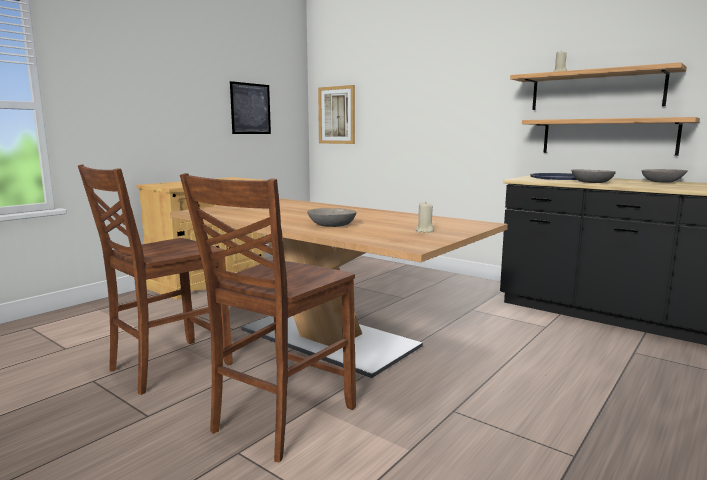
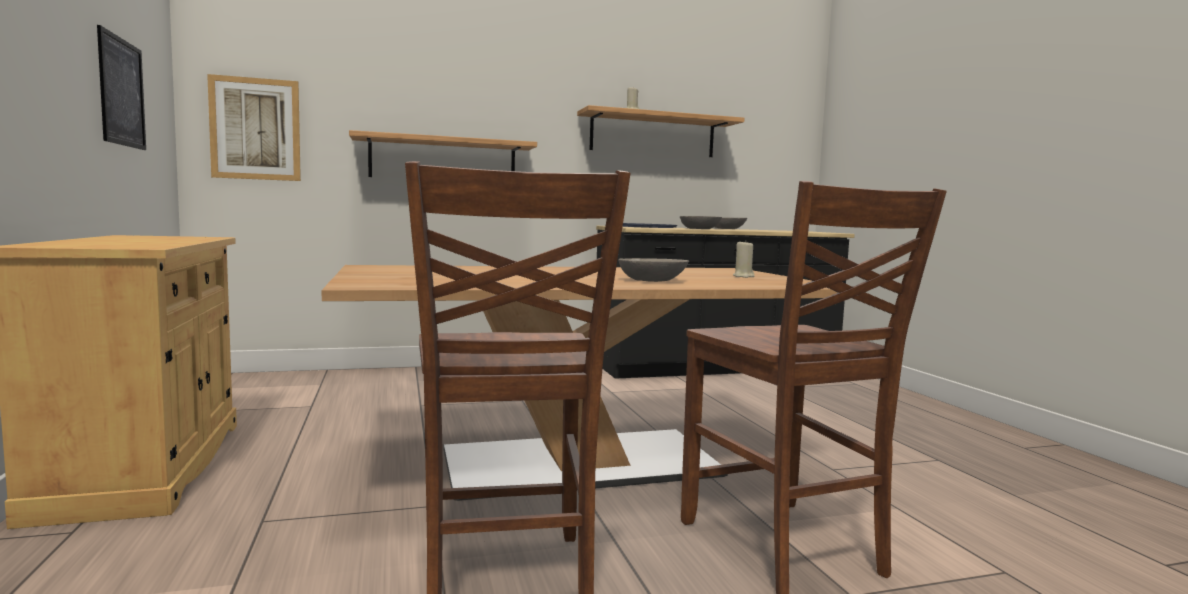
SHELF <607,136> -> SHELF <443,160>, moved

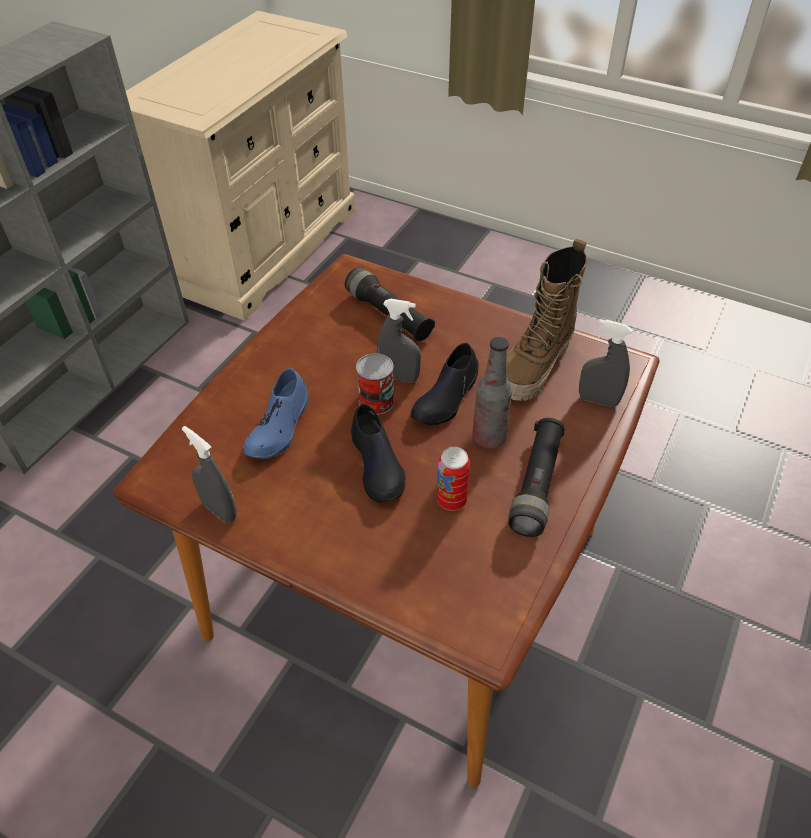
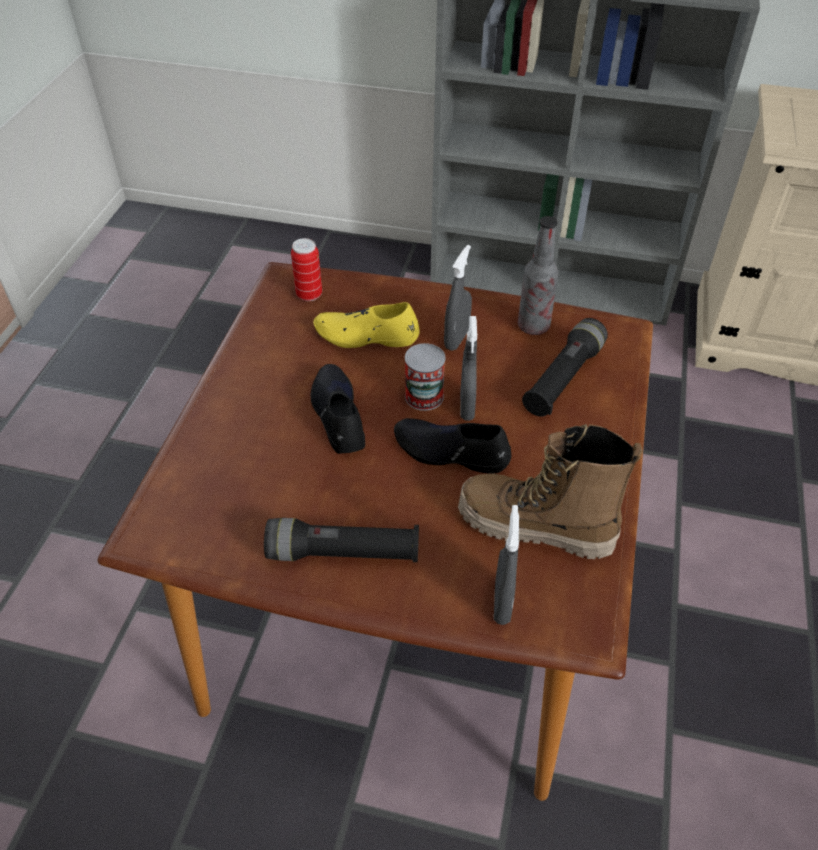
CAN <451,500> -> CAN <309,295>, moved
BLACK SHOE <377,464> -> BLACK SHOE <338,415>, 105 degrees clockwise
BLUE SHOE <279,426> -> YELLOW SHOE <366,335>
GREY SPRAY BOTTLE <219,510> -> GREY SPRAY BOTTLE <456,339>, moved
BOTTLE <488,438> -> BOTTLE <533,326>, moved

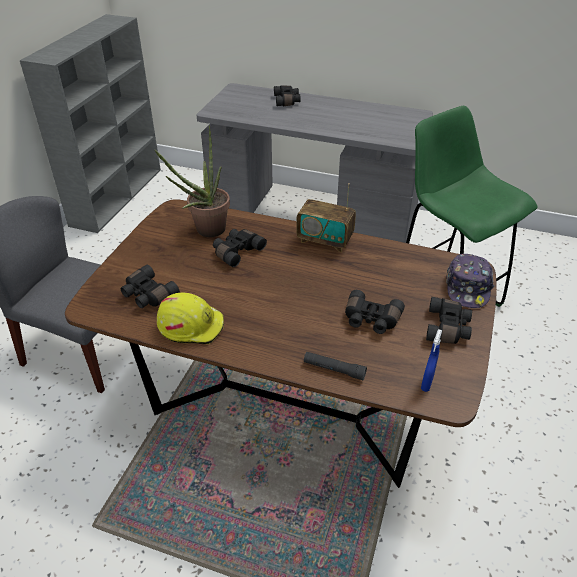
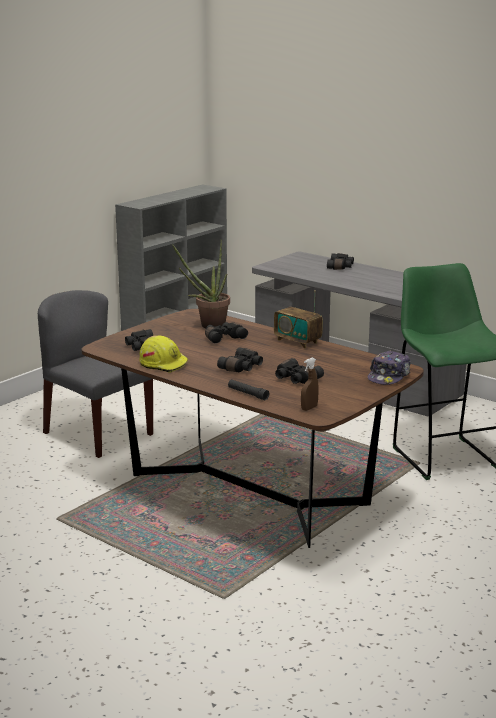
BLACK BINOCULARS <448,328> -> BLACK BINOCULARS <242,367>, moved
BLUE SPRAY BOTTLE <427,383> -> BROWN SPRAY BOTTLE <309,408>

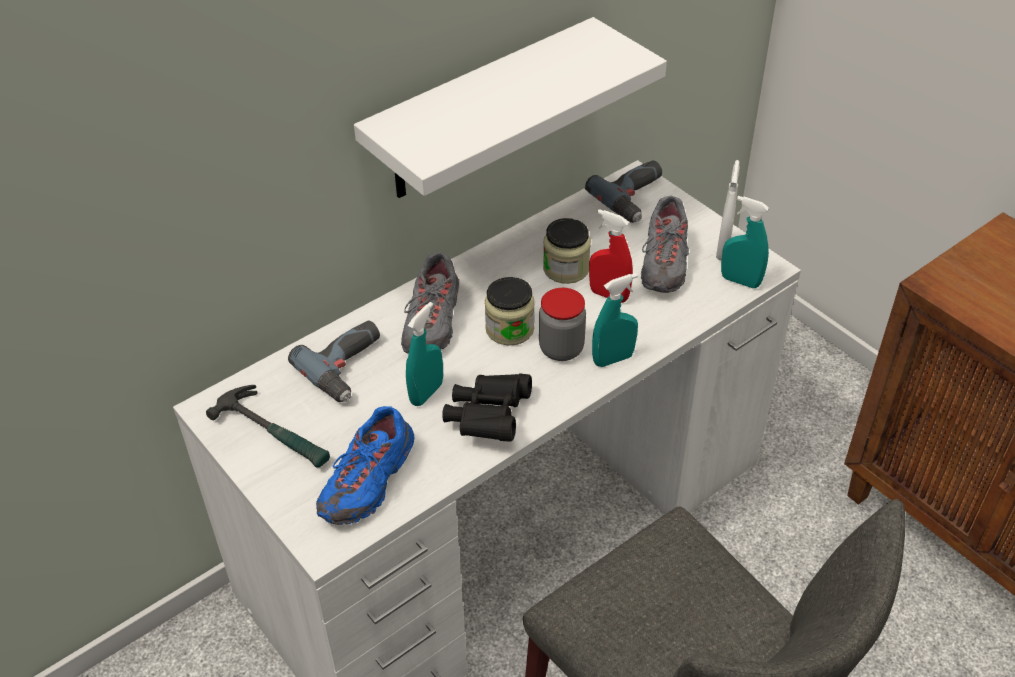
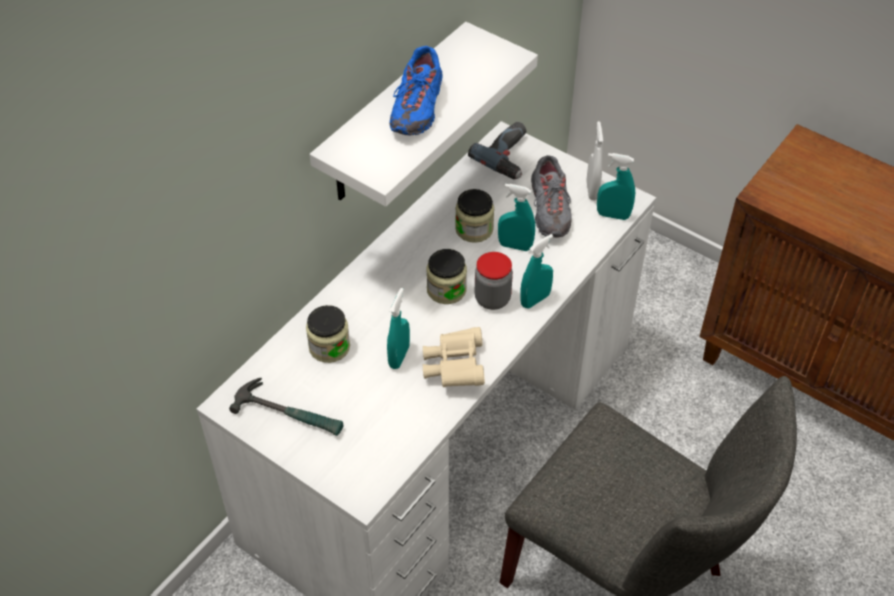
POWER DRILL <349,367> -> JAR <329,347>
BLUE SHOE <369,481> -> BLUE SHOE <417,108>, moved
BLACK BINOCULARS <488,418> -> BEIGE BINOCULARS <454,367>
RED SPRAY BOTTLE <609,295> -> TURQUOISE SPRAY BOTTLE <515,246>
GREY SHOE <432,322> -> none

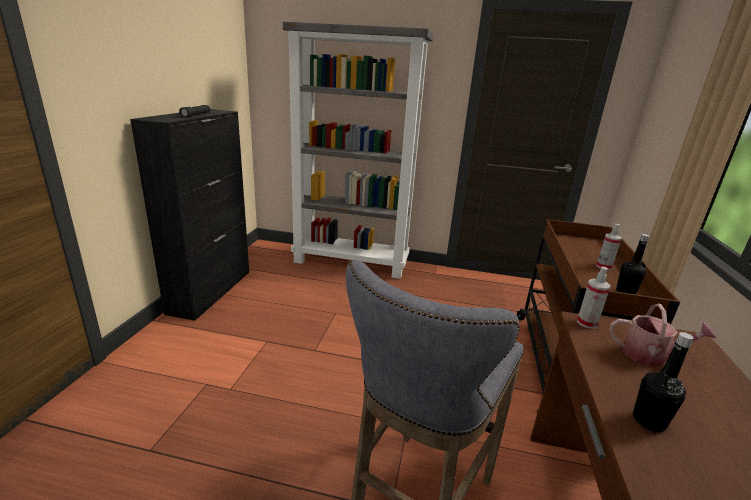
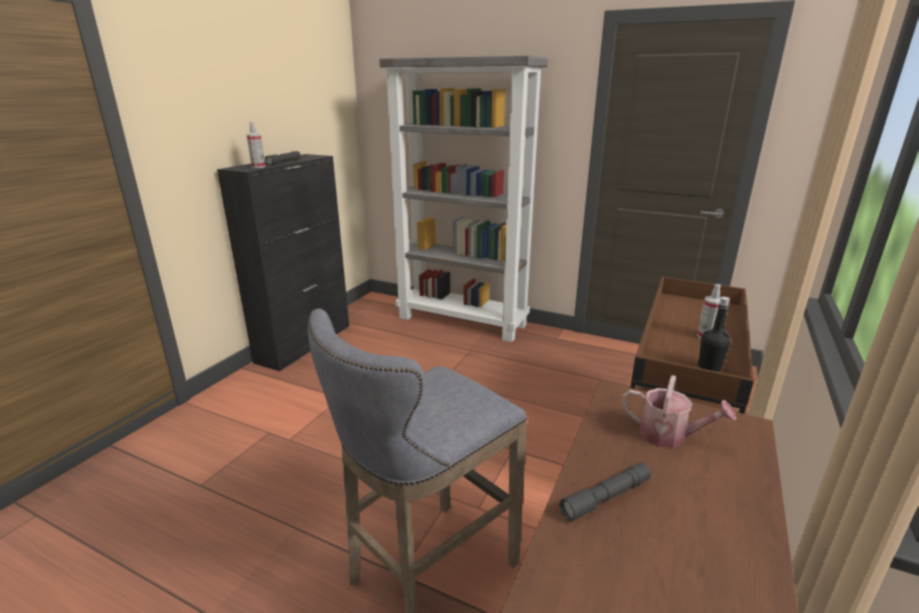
SPRAY BOTTLE <586,323> -> SPRAY BOTTLE <258,167>, moved
BLACK BOTTLE <648,421> -> GREY FLASHLIGHT <606,497>

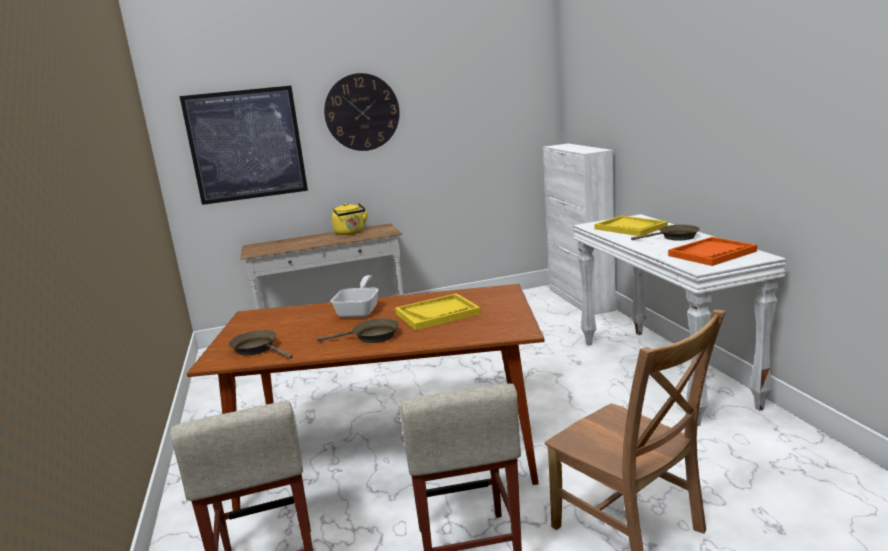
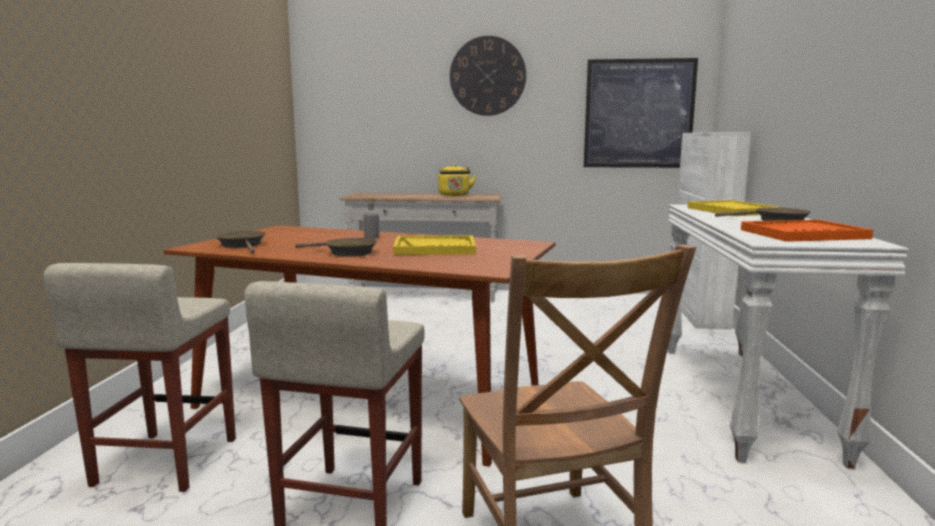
FRYING PAN <360,310> -> GREY BOTTLE <371,237>
PICTURE <246,145> -> PICTURE <638,114>, moved

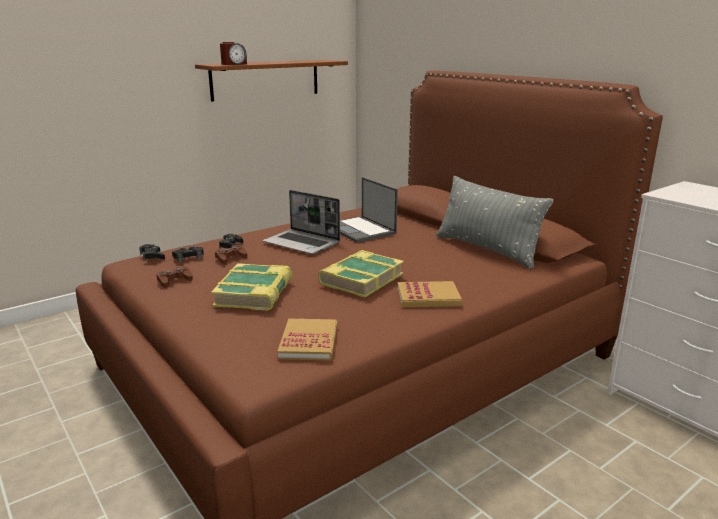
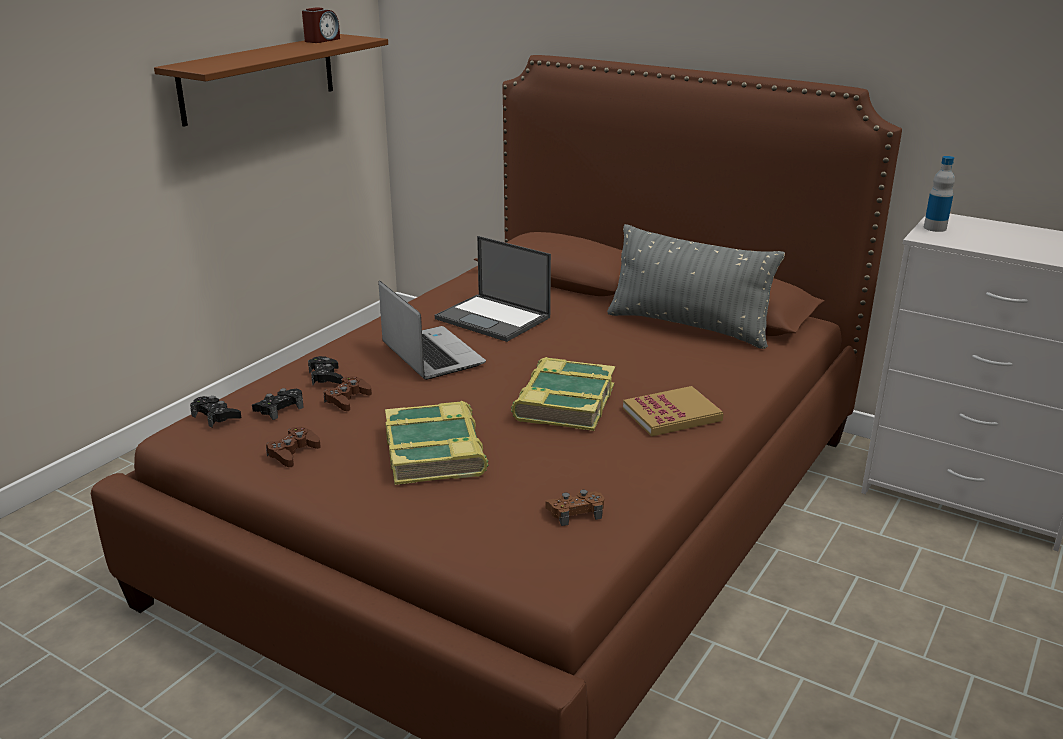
ALARM CLOCK <233,64> -> ALARM CLOCK <322,40>, moved
LAPTOP <303,243> -> LAPTOP <430,355>, 135 degrees counterclockwise
BOOK <309,342> -> BROWN GAME CONTROLLER <575,512>
none -> BOTTLE <935,228>

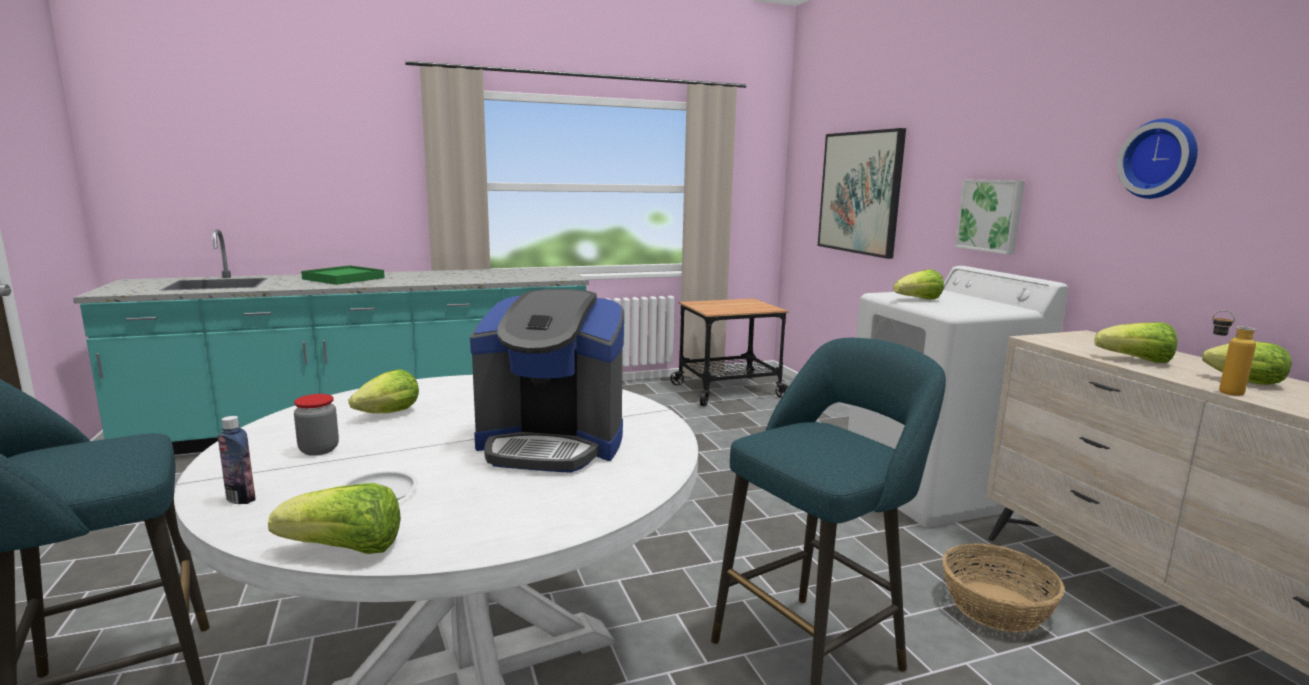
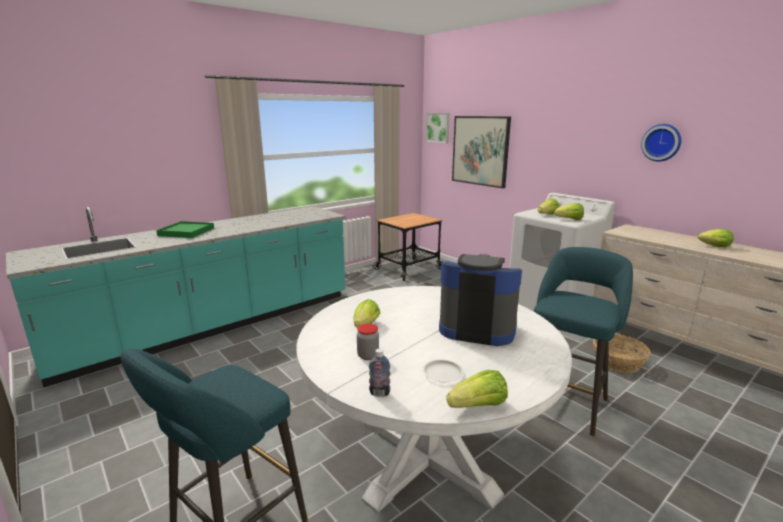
PICTURE <990,215> -> PICTURE <438,127>, moved
COFFEE MACHINE <552,444> -> COFFEE MACHINE <477,328>, 150 degrees counterclockwise
LETTUCE <1136,360> -> LETTUCE <569,219>, moved
BOTTLE <1220,391> -> none

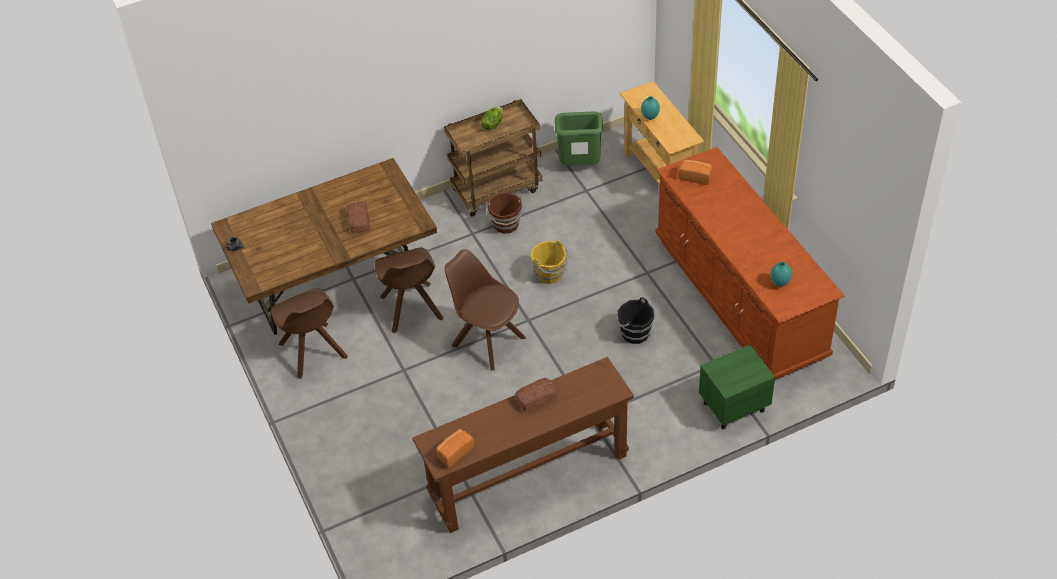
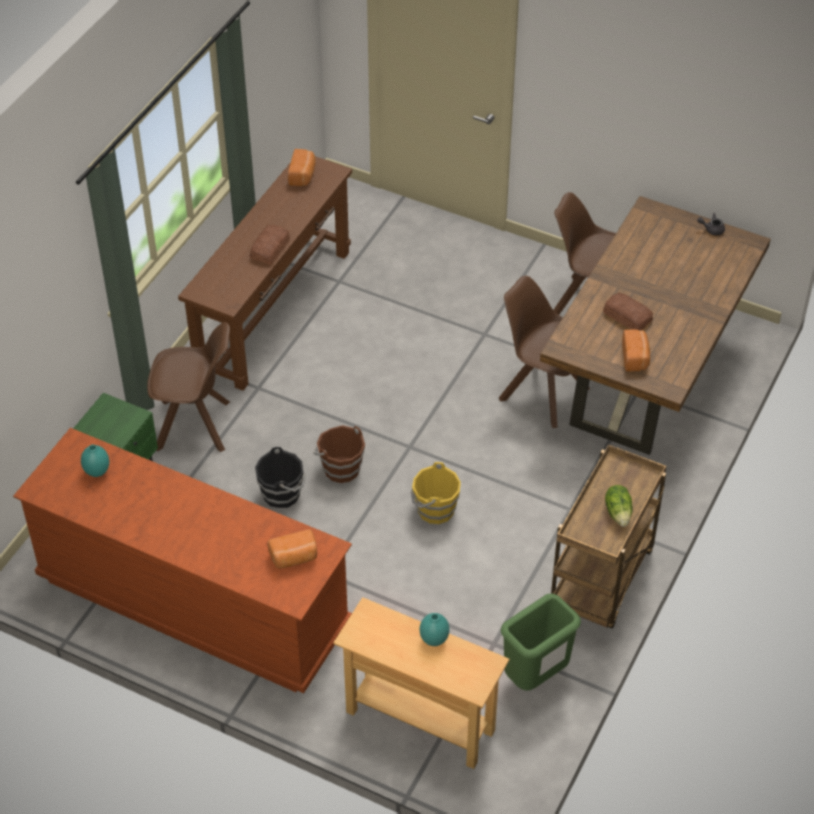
BROWN CHAIR <487,340> -> BROWN CHAIR <195,426>, moved
BROWN BUCKET <506,225> -> BROWN BUCKET <340,468>, moved
none -> BREAD <635,357>

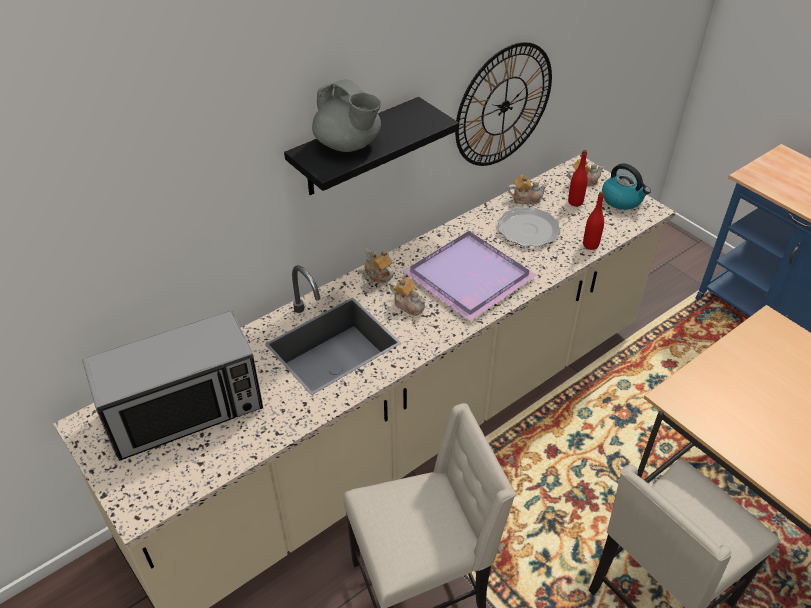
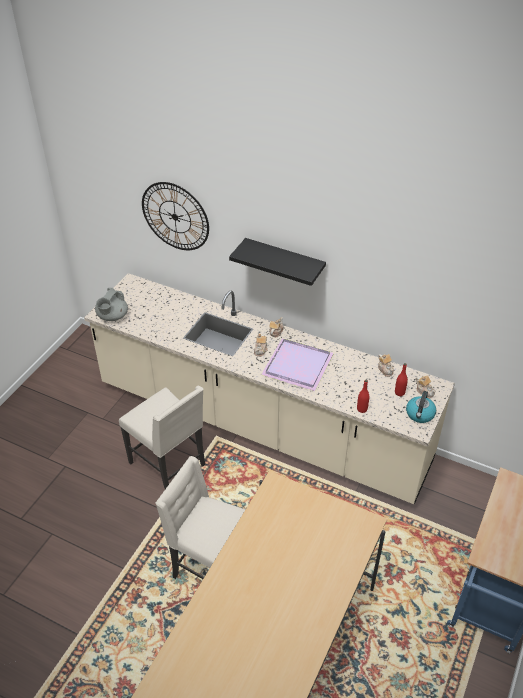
GREY TEAPOT <348,145> -> GREY TEAPOT <112,316>, moved
WALL CLOCK <504,106> -> WALL CLOCK <175,216>, moved
MICROWAVE <185,410> -> none
PLATE <528,229> -> none

